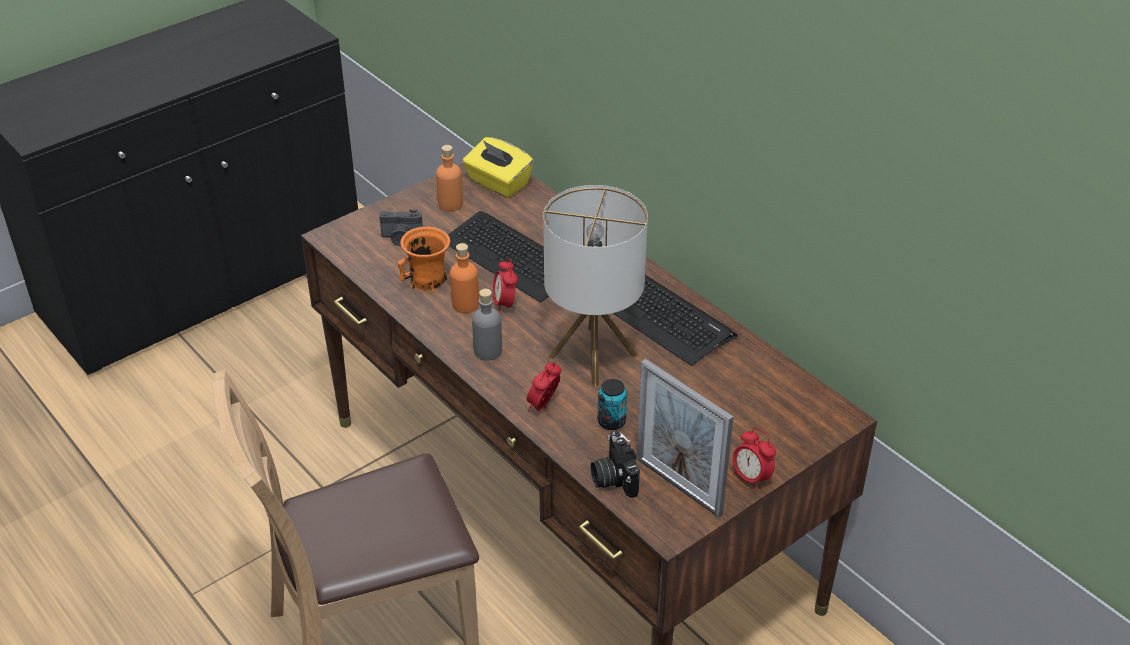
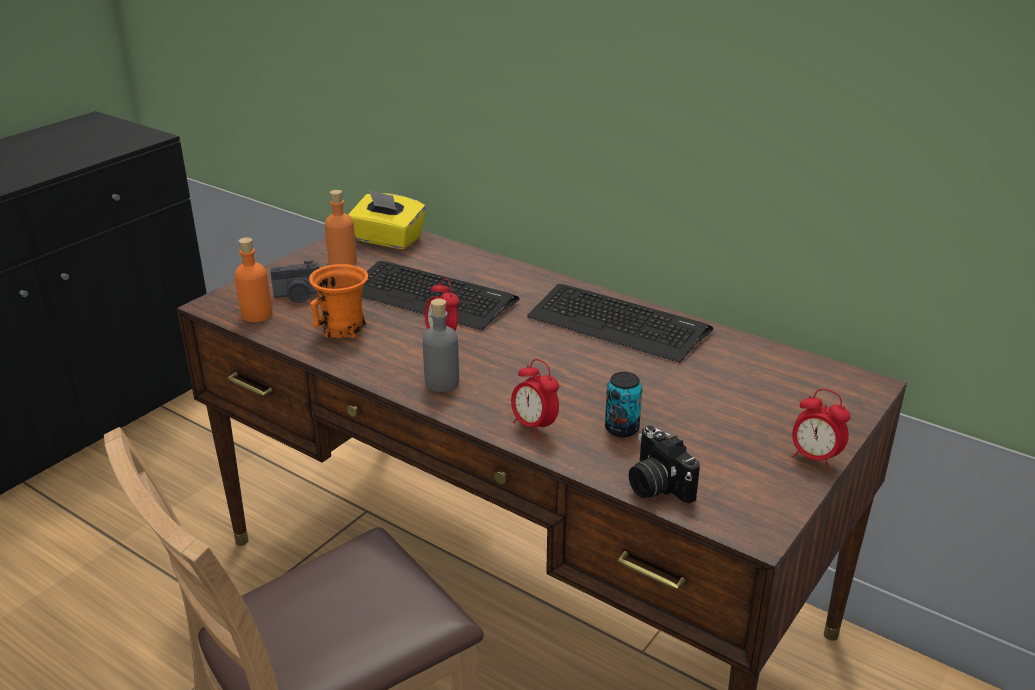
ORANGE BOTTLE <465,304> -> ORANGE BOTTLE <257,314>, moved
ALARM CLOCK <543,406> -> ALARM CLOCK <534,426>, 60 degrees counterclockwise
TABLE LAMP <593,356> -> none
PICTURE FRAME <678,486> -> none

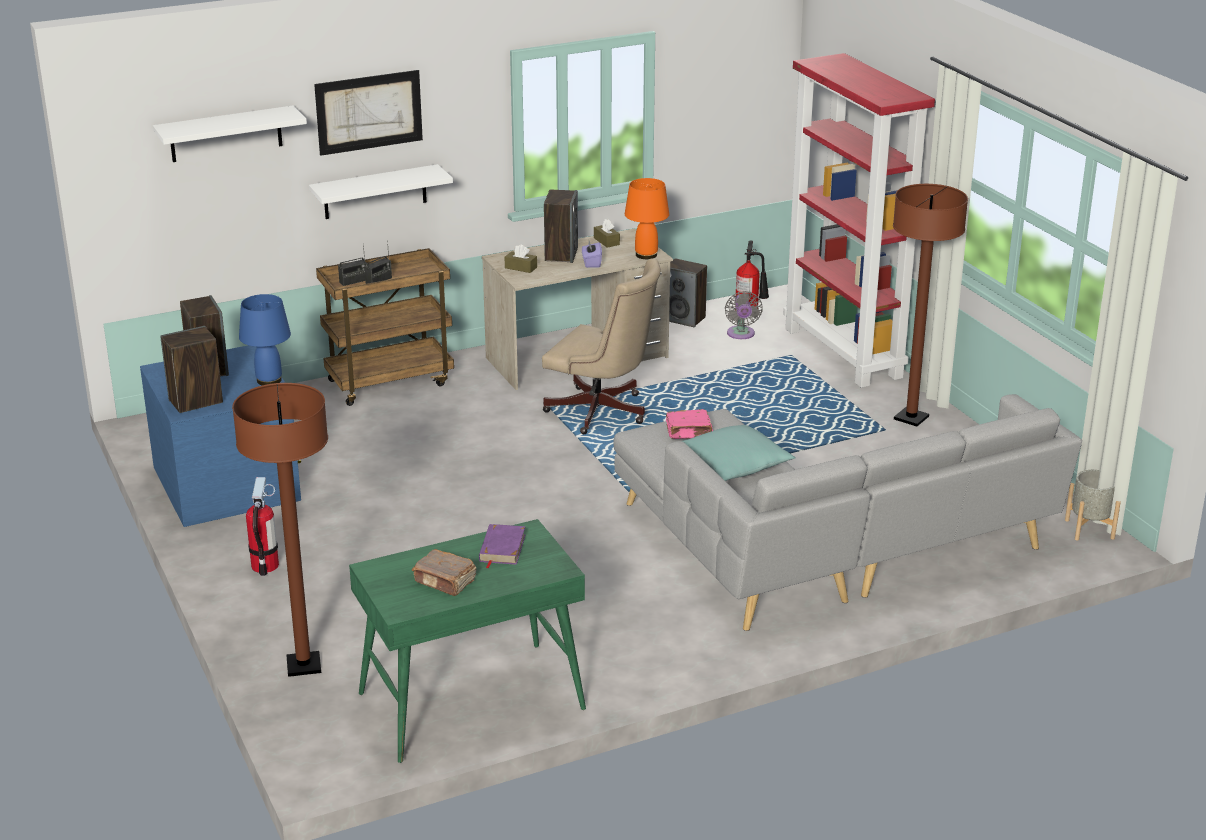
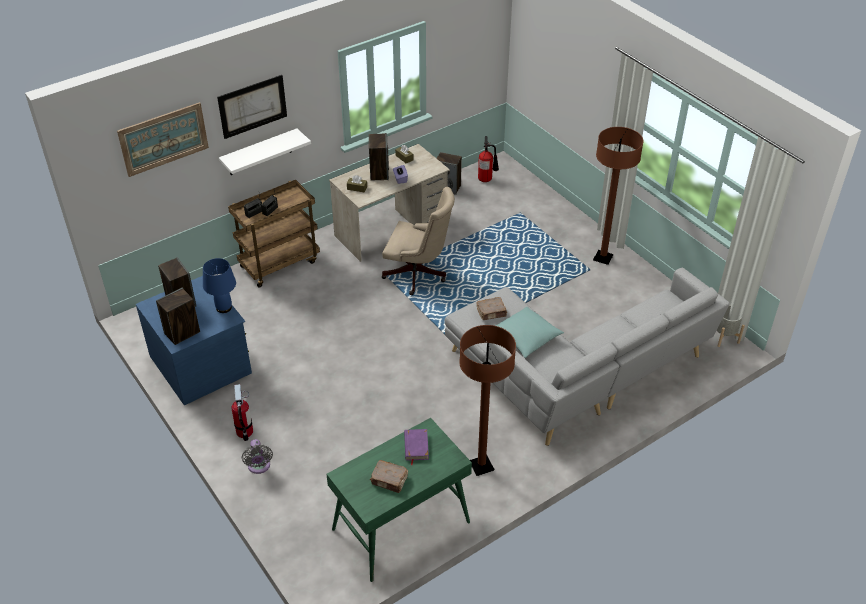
WHITE SHELF <226,134> -> PICTURE <163,139>
GREY FAN <741,334> -> GREY FAN <259,467>, moved
BROWN FLOOR LAMP <304,665> -> BROWN FLOOR LAMP <481,466>, moved
PINK BOOK <689,433> -> BROWN BOOK <491,313>
ORANGE TABLE LAMP <645,255> -> none
RED BOOKCASE <844,353> -> none

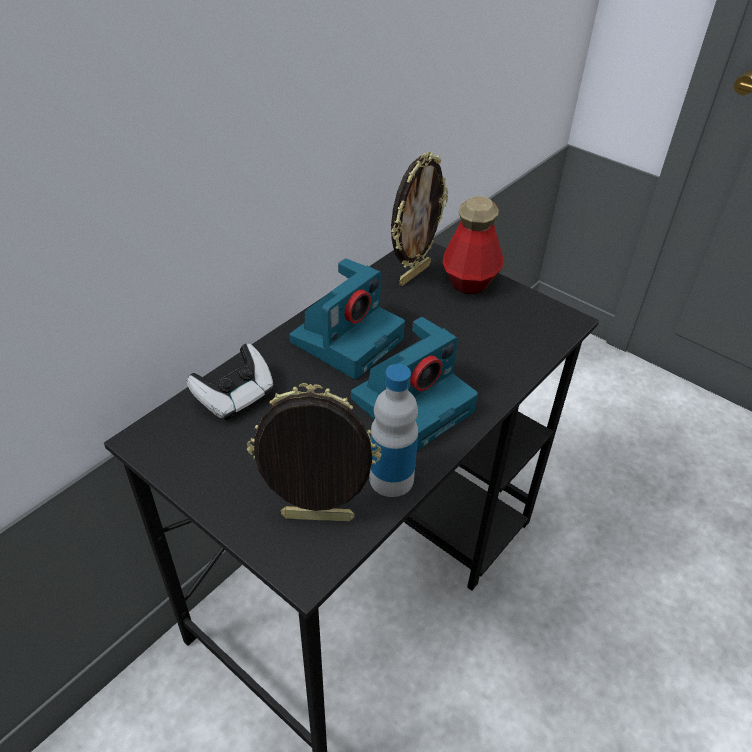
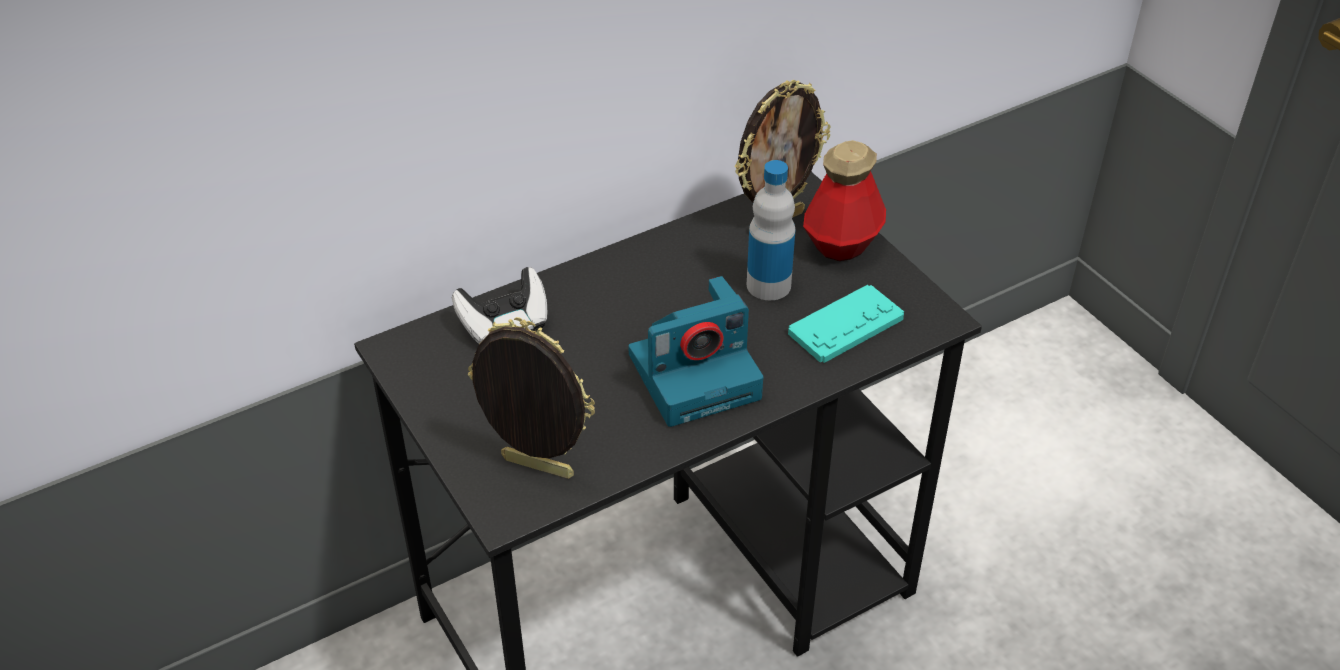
BOTTLE <391,479> -> BOTTLE <768,285>, moved
none -> TURQUOISE GAME CONTROLLER <846,325>
PHOTO CAMERA <347,338> -> none

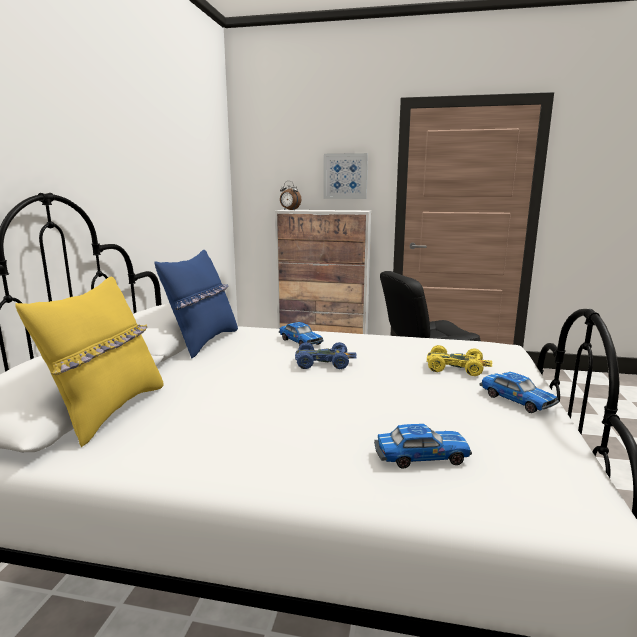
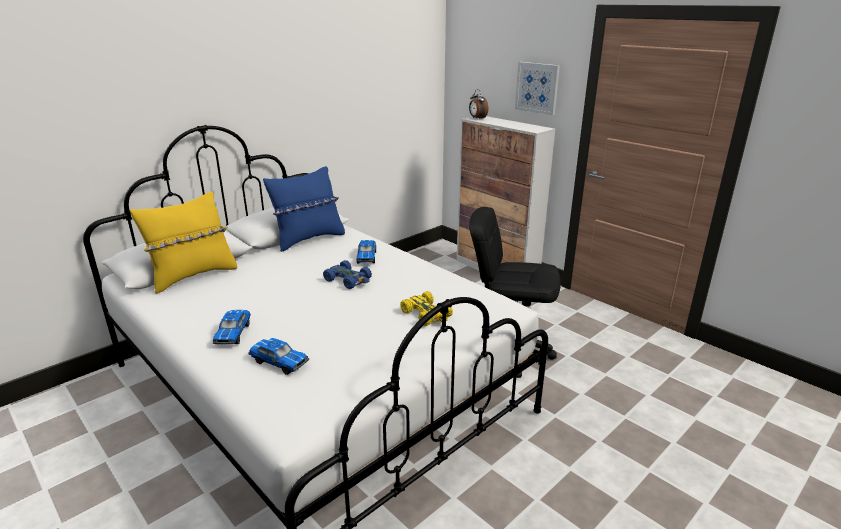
TOY CAR <516,400> -> TOY CAR <233,333>, moved

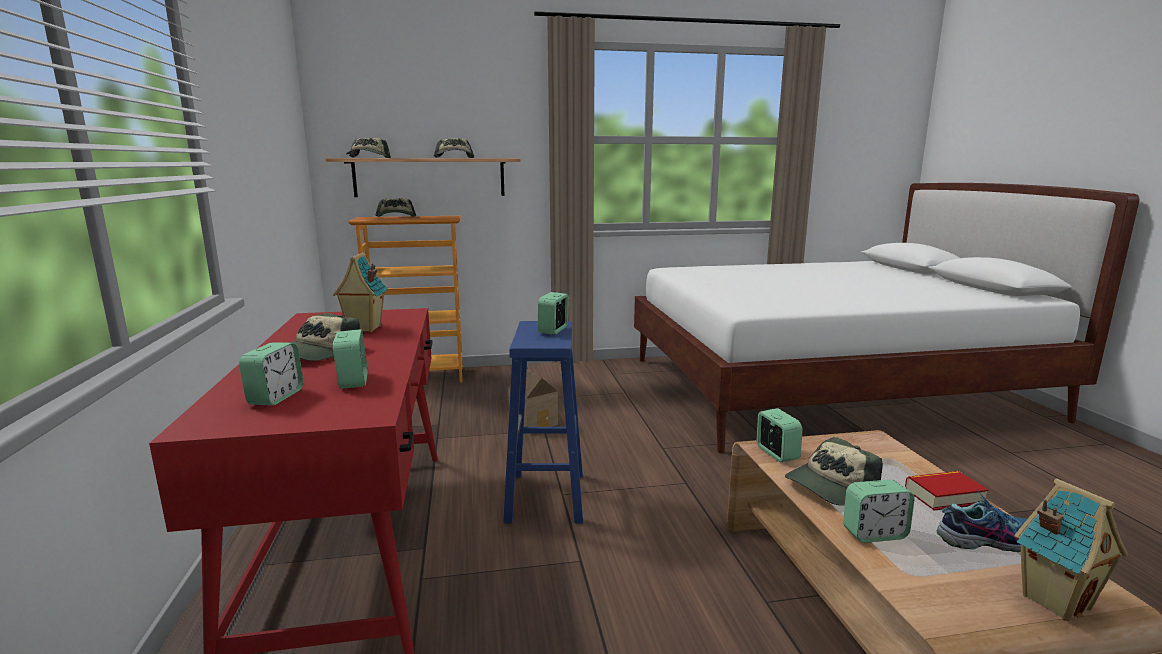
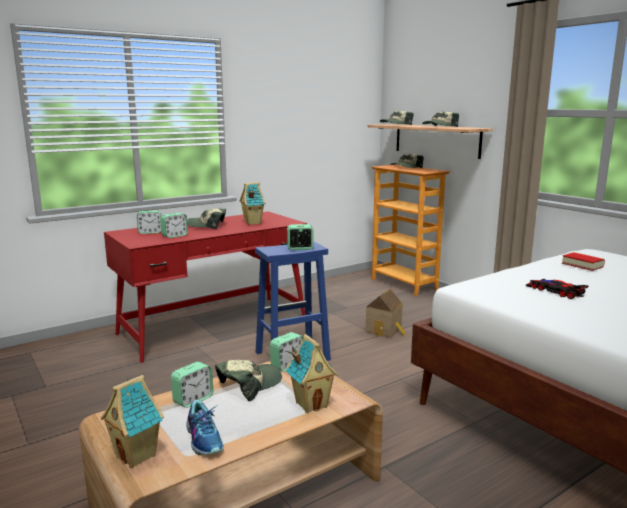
ALARM CLOCK <874,533> -> ALARM CLOCK <193,399>, 105 degrees counterclockwise
CAP <830,486> -> CAP <249,385>, 105 degrees clockwise
none -> TOY HOUSE <311,404>
none -> TOY CAR <555,291>
BOOK <944,496> -> BOOK <582,265>, moved

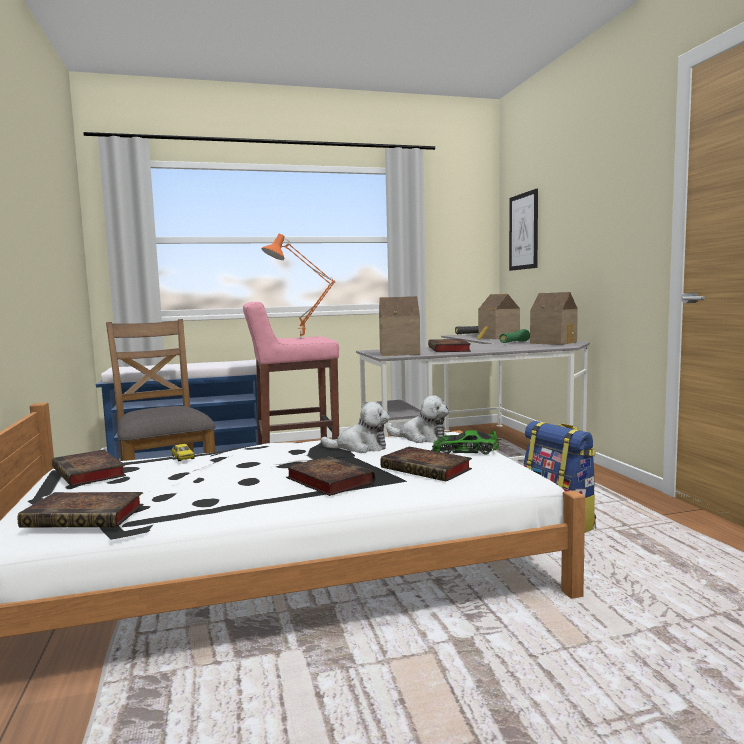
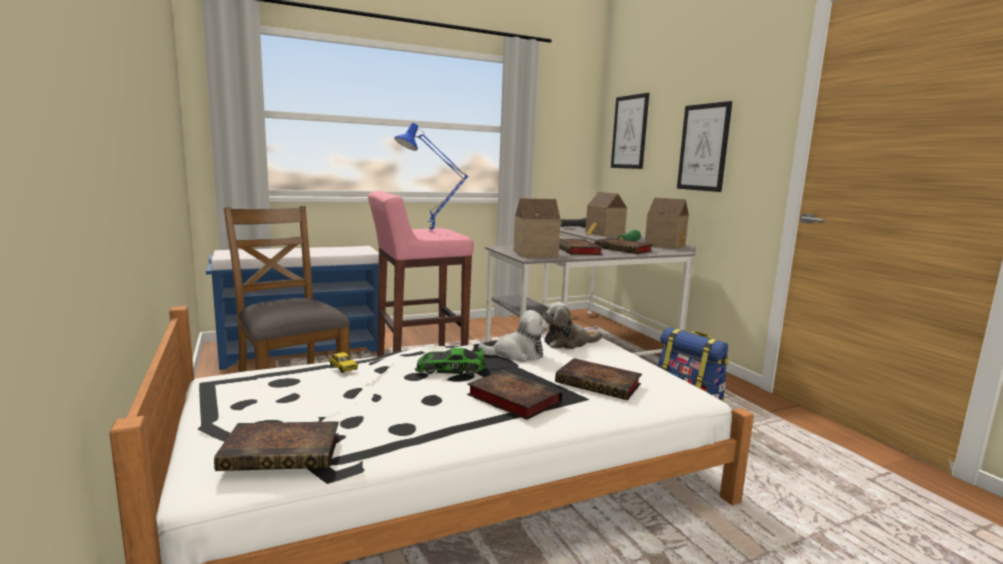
ORANGE TABLE LAMP <301,338> -> BLUE TABLE LAMP <431,232>
TOY CAR <465,450> -> TOY CAR <450,368>, moved
PLUSH TOY <421,438> -> PLUSH TOY <568,343>, 150 degrees clockwise
BOOK <90,473> -> BOOK <624,249>, moved
none -> PICTURE <703,147>

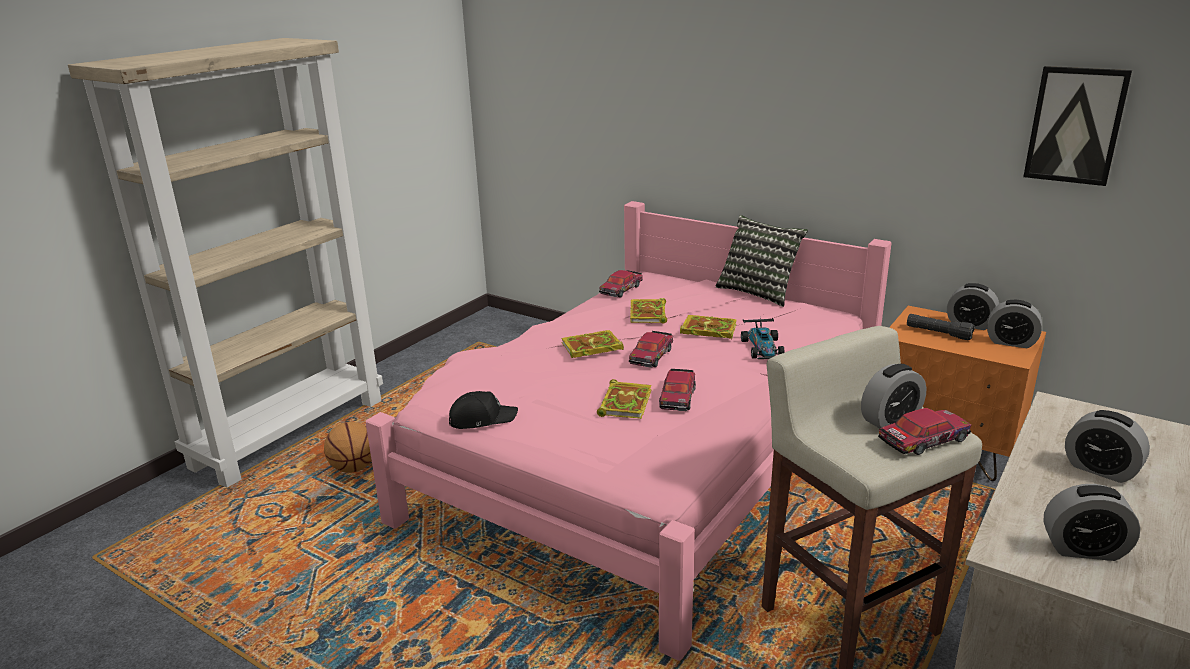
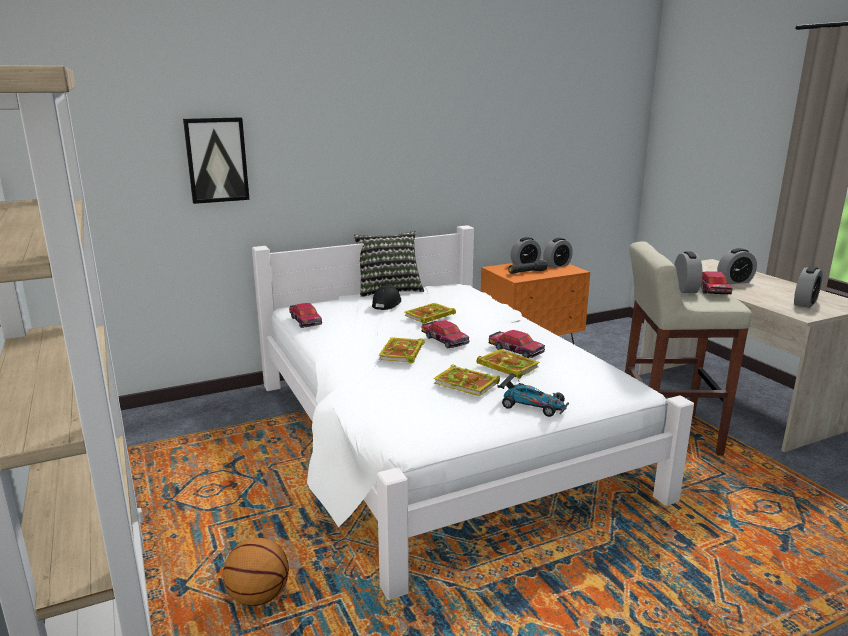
PICTURE <1075,125> -> PICTURE <216,160>, moved
PINK BED <646,460> -> WHITE BED <437,437>
BLACK CAP <482,419> -> BLACK CAP <387,303>, moved
BOOK <648,314> -> BOOK <467,384>, moved
TOY CAR <763,348> -> TOY CAR <532,404>, moved

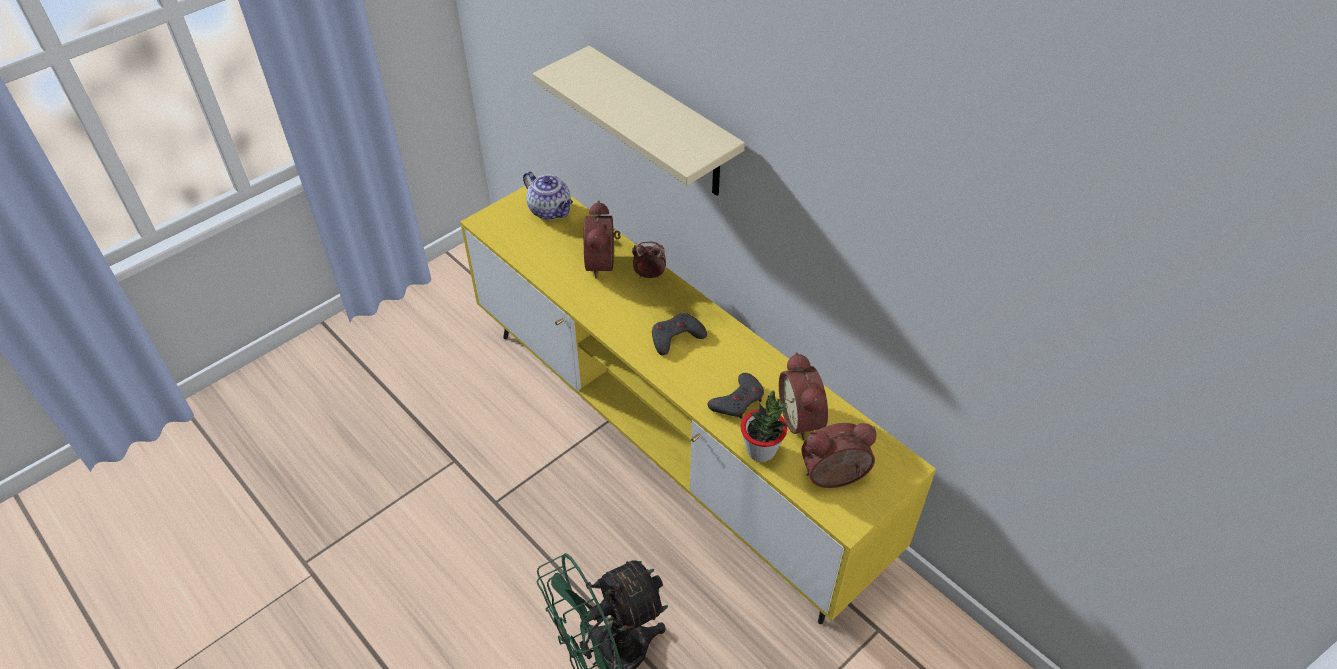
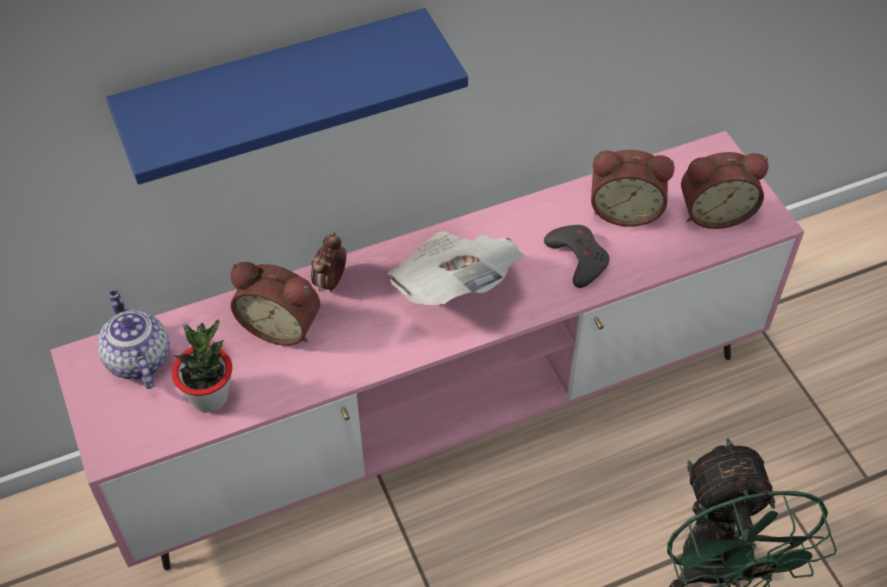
YELLOW TV STAND <670,442> -> PINK TV STAND <442,419>
TEAPOT <551,211> -> TEAPOT <137,359>, 90 degrees counterclockwise
BEIGE SHELF <663,125> -> BLUE SHELF <277,94>
POTTED PLANT <761,450> -> POTTED PLANT <210,397>, moved
GREY GAME CONTROLLER <676,337> -> NEWSPAPER <453,286>
ALARM CLOCK <834,478> -> ALARM CLOCK <714,212>, 105 degrees counterclockwise

